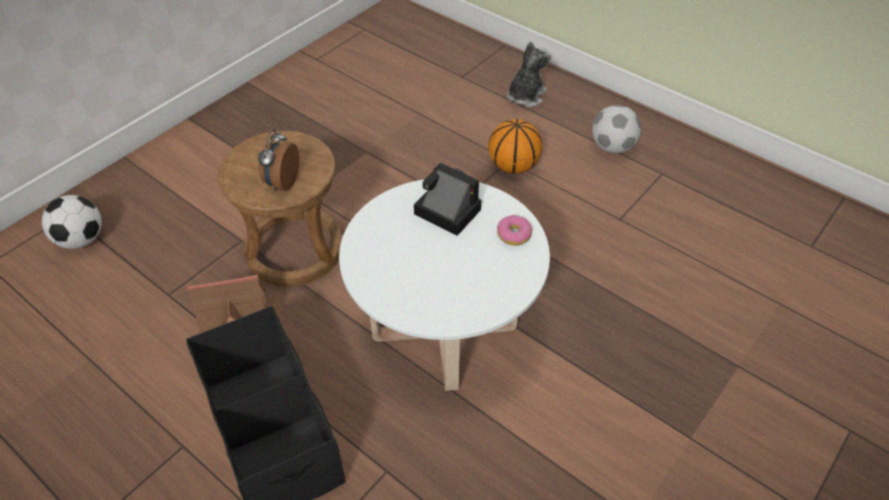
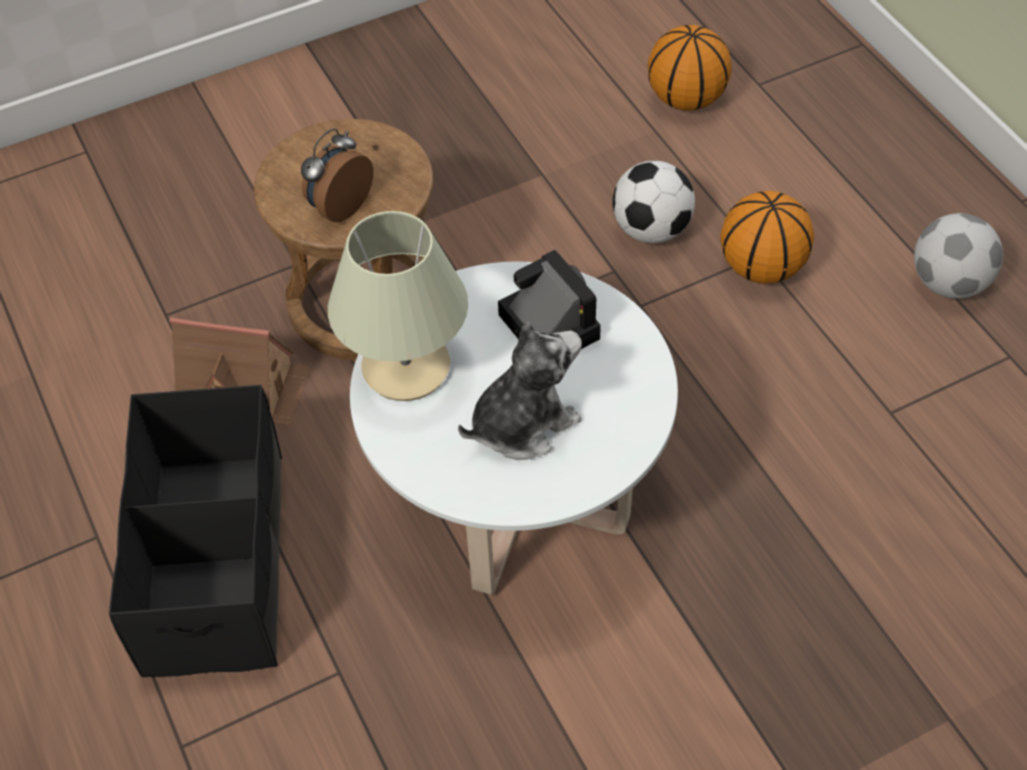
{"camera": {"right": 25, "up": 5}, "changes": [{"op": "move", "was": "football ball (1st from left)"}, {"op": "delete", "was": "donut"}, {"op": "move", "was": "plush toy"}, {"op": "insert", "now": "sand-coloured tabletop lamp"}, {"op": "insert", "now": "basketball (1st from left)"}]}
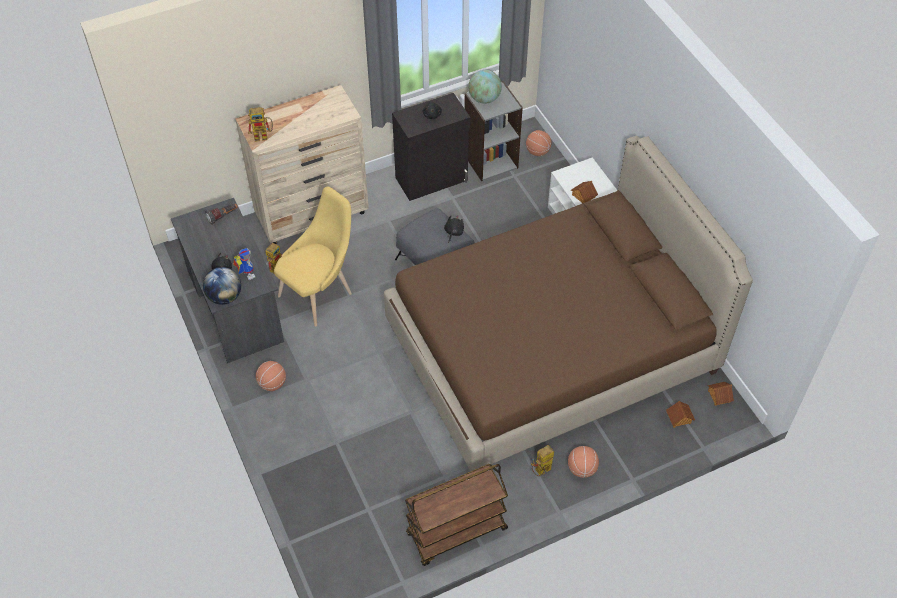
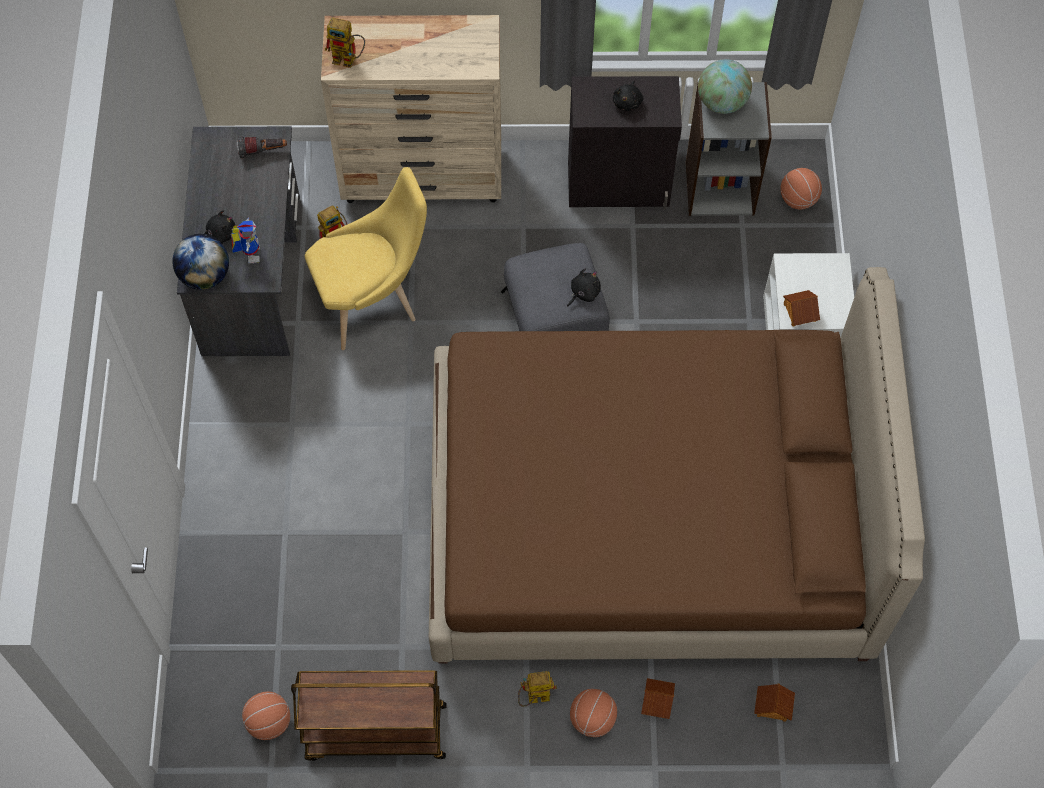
{"camera": {"right": 25, "up": 10}, "changes": [{"op": "move", "was": "basketball (1st from left)"}, {"op": "move", "was": "model house (3rd from left in the first image)", "now": "model house (1st from left)"}]}
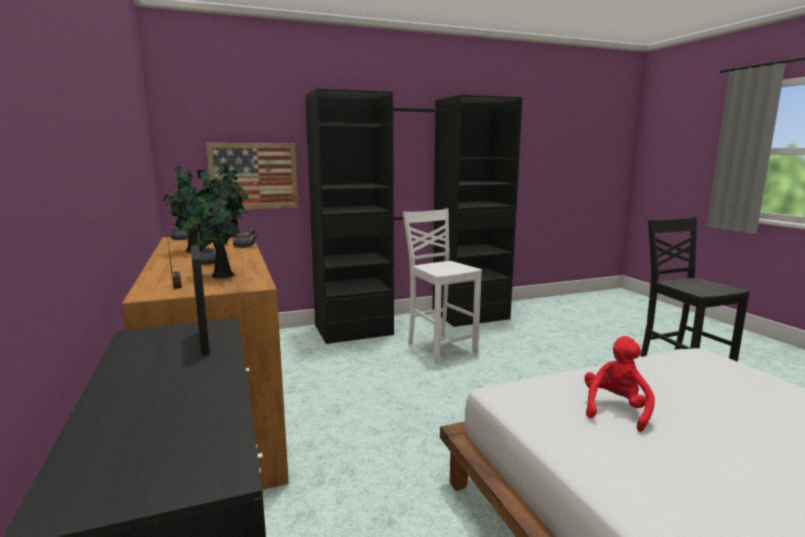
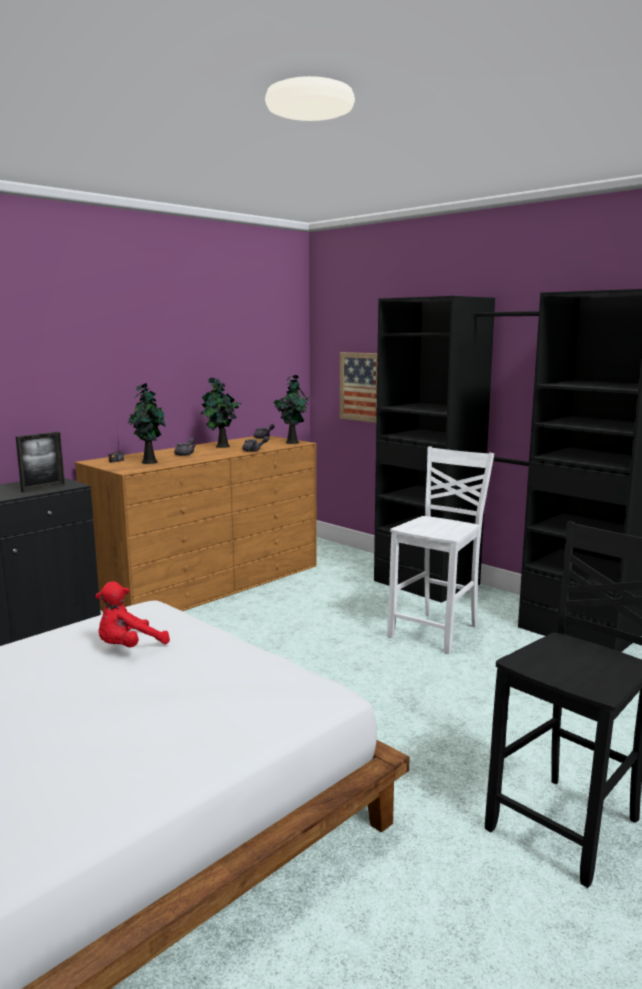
{"camera": {"right": 65, "up": 0}, "changes": [{"op": "rotate", "was": "red-coloured plush toy", "clockwise": 135}]}
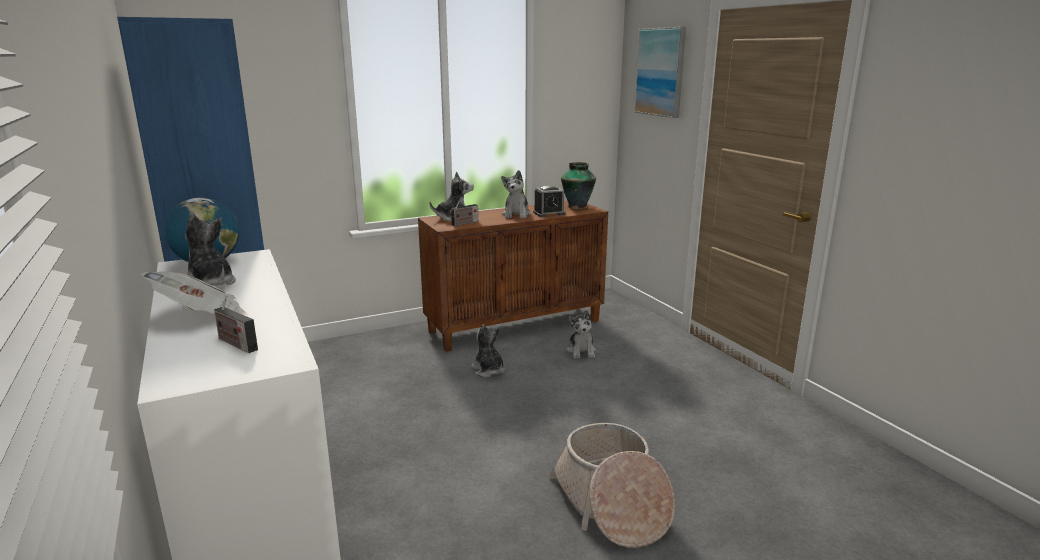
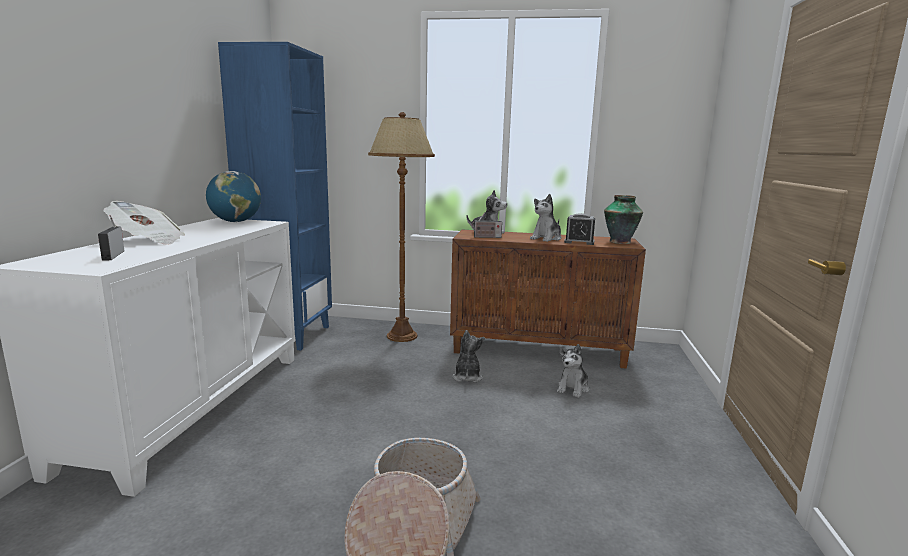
{"camera": {"right": 35, "up": -5}, "changes": [{"op": "delete", "was": "plush toy (1st from left)"}, {"op": "delete", "was": "picture"}, {"op": "insert", "now": "brown-coloured standard lamp"}]}
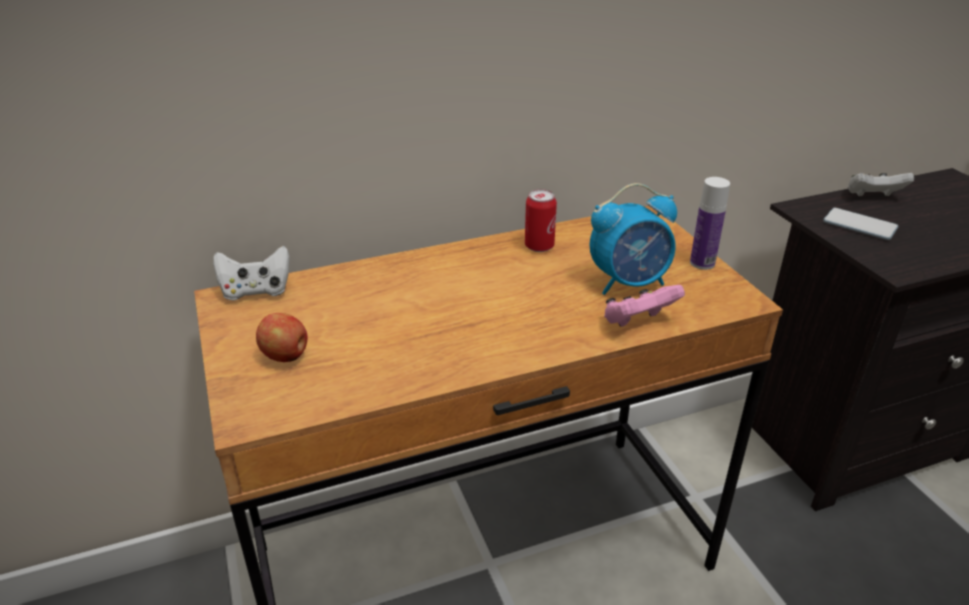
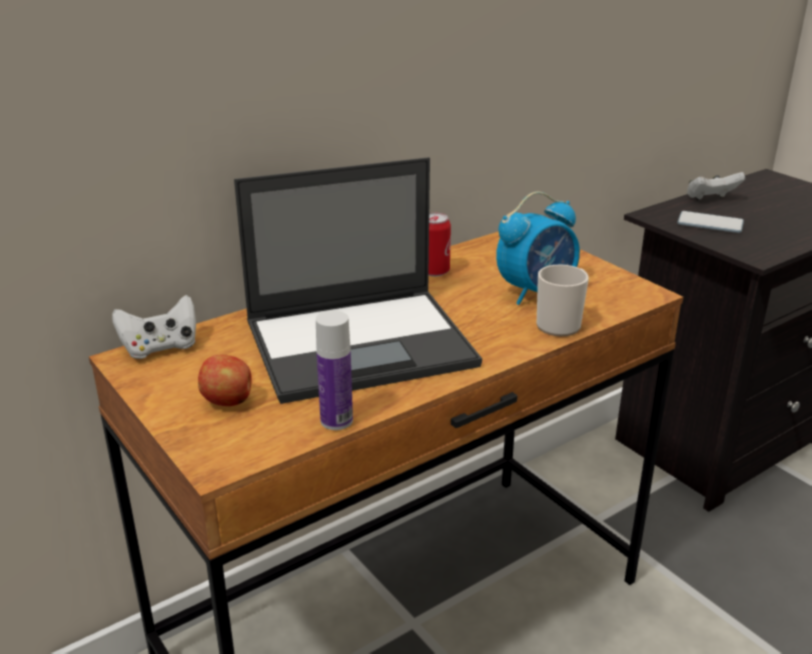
{"camera": {"right": -15, "up": -5}, "changes": [{"op": "replace", "was": "pinkish joypad", "now": "coffee mug"}, {"op": "move", "was": "beverage bottle"}, {"op": "insert", "now": "laptop"}]}
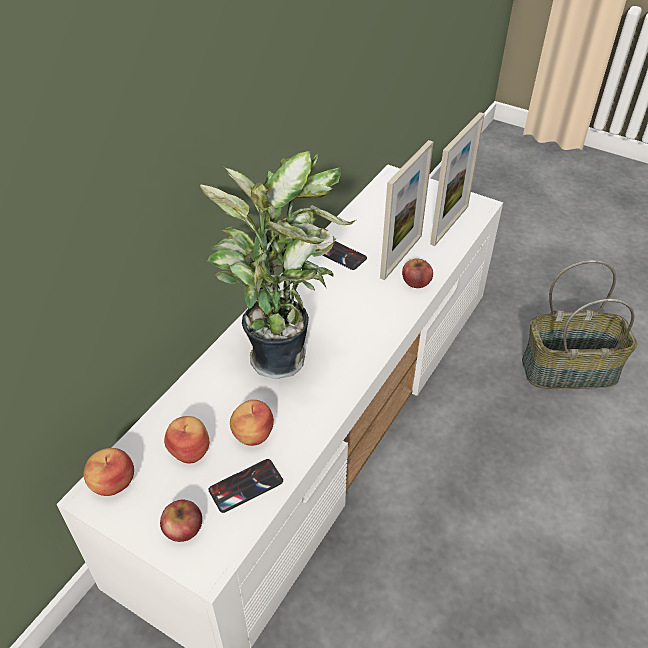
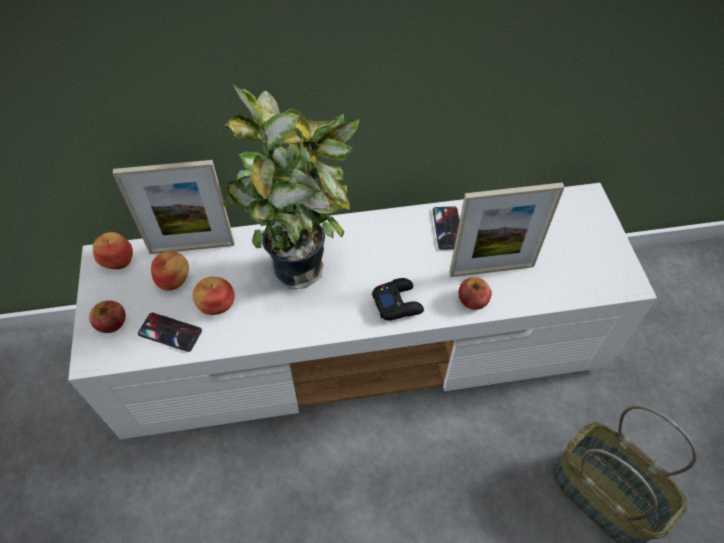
{"camera": {"right": 50, "up": 10}, "changes": [{"op": "move", "was": "photo frame (2nd from left in the first image)", "now": "photo frame (1st from left)"}, {"op": "insert", "now": "black joypad"}]}
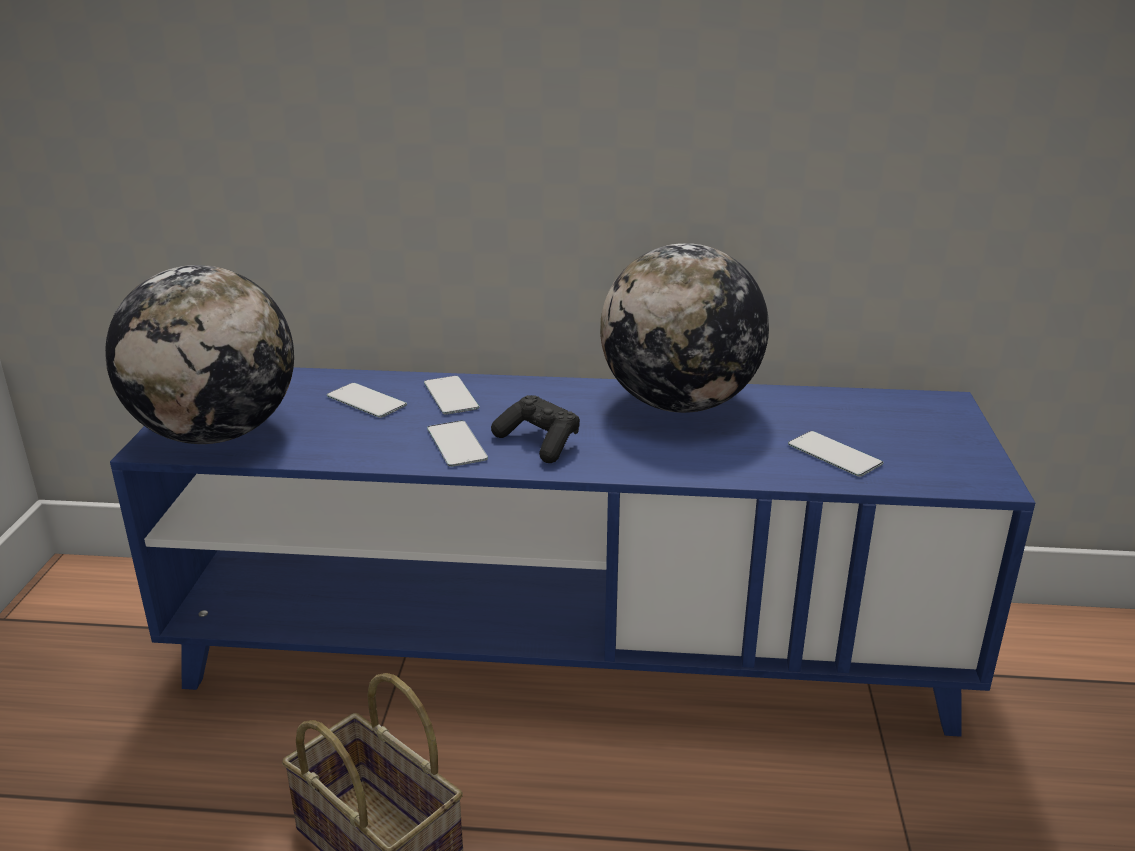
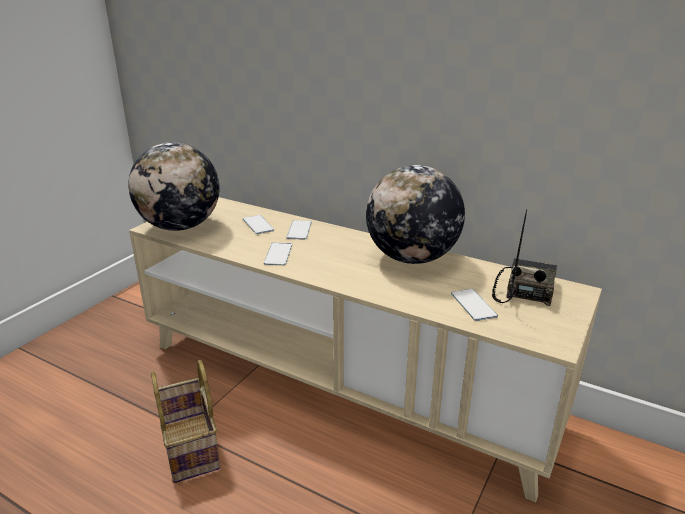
{"camera": {"right": 25, "up": 0}, "changes": [{"op": "recolor", "was": "bluish media console", "now": "sand-coloured media console"}, {"op": "delete", "was": "black joypad"}, {"op": "insert", "now": "radio set"}]}
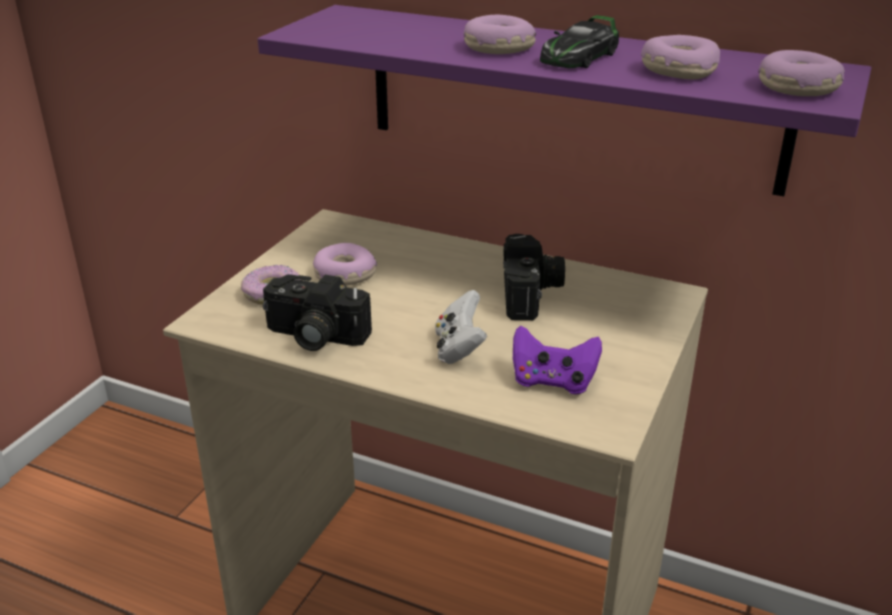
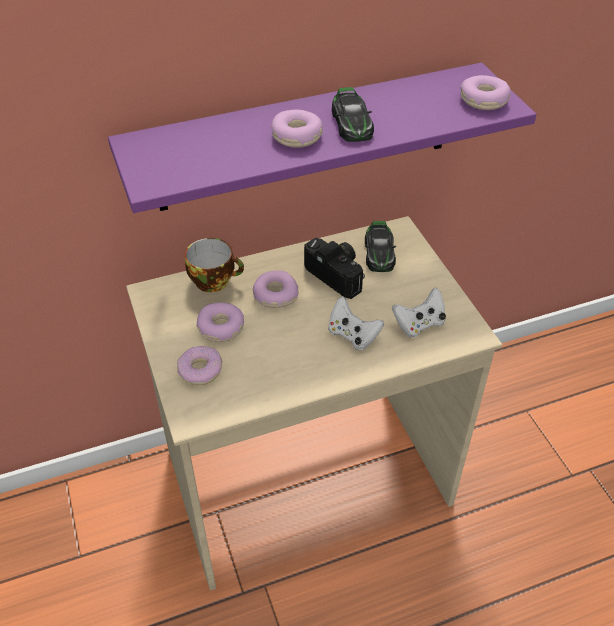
{"camera": {"right": -45, "up": 15}, "changes": [{"op": "delete", "was": "still camera (1st from left)"}, {"op": "recolor", "was": "purple-coloured joypad", "now": "white joypad (2nd from left)"}, {"op": "move", "was": "donut (4th from left in the first image)", "now": "donut (3rd from left)"}, {"op": "insert", "now": "cup"}, {"op": "insert", "now": "miniature car (2nd from left)"}]}
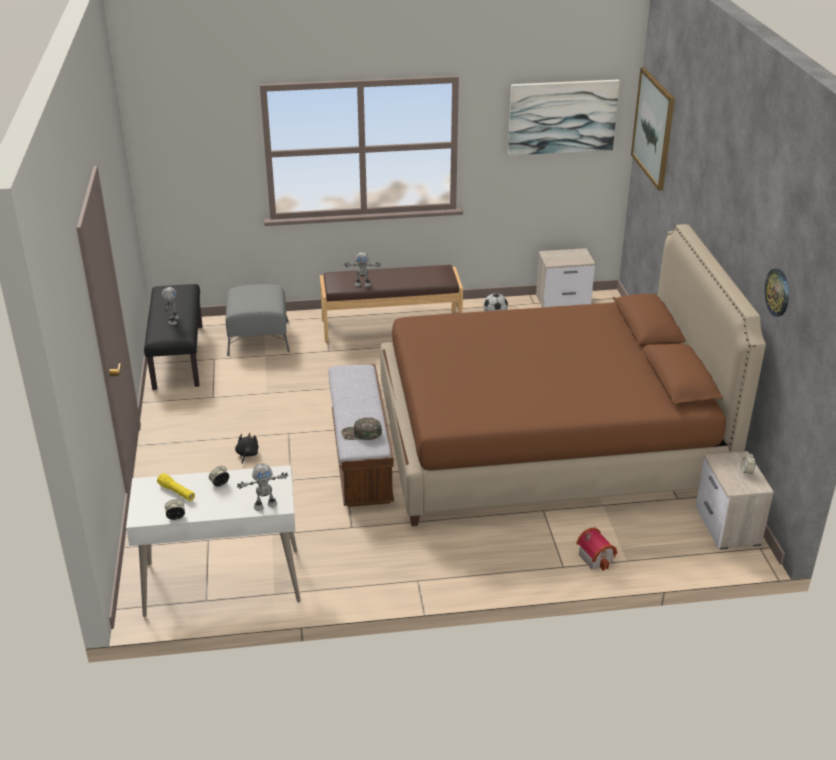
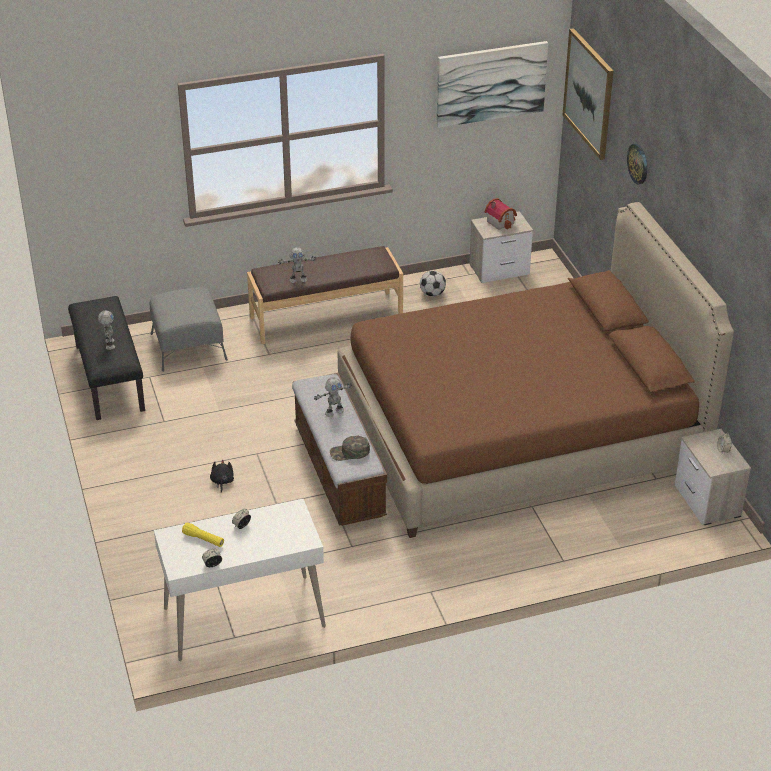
{"camera": {"right": -10, "up": 5}, "changes": [{"op": "move", "was": "model robot (2nd from left in the first image)", "now": "model robot (3rd from left)"}, {"op": "move", "was": "model house"}, {"op": "move", "was": "clock on the wall"}]}
